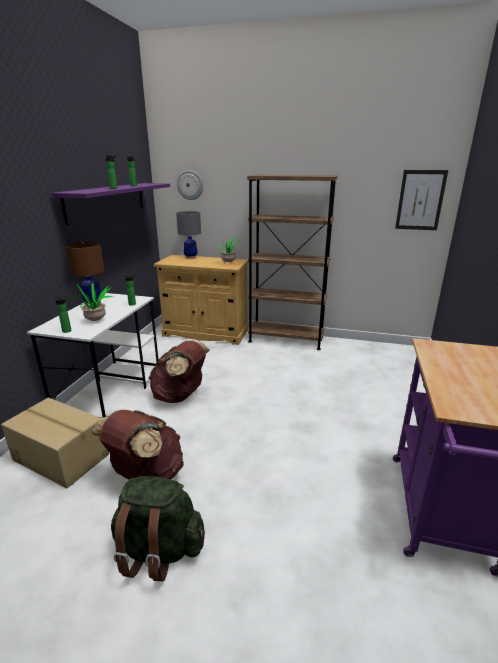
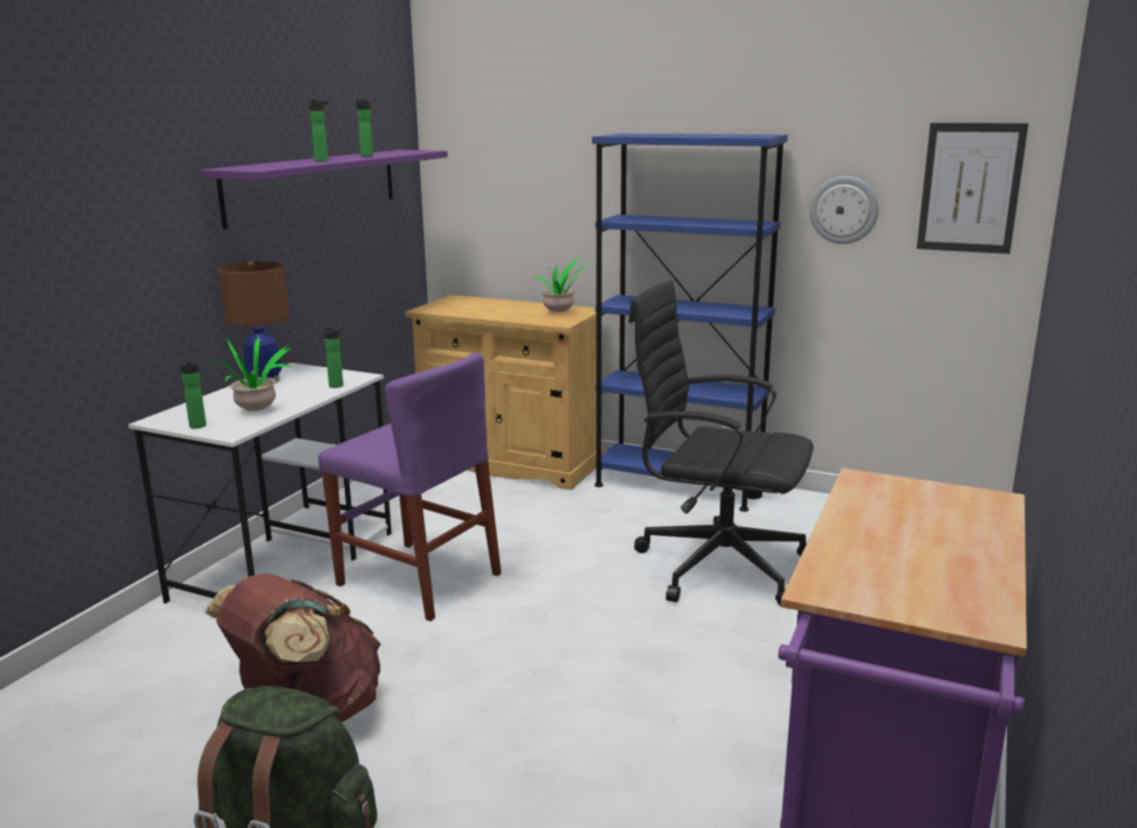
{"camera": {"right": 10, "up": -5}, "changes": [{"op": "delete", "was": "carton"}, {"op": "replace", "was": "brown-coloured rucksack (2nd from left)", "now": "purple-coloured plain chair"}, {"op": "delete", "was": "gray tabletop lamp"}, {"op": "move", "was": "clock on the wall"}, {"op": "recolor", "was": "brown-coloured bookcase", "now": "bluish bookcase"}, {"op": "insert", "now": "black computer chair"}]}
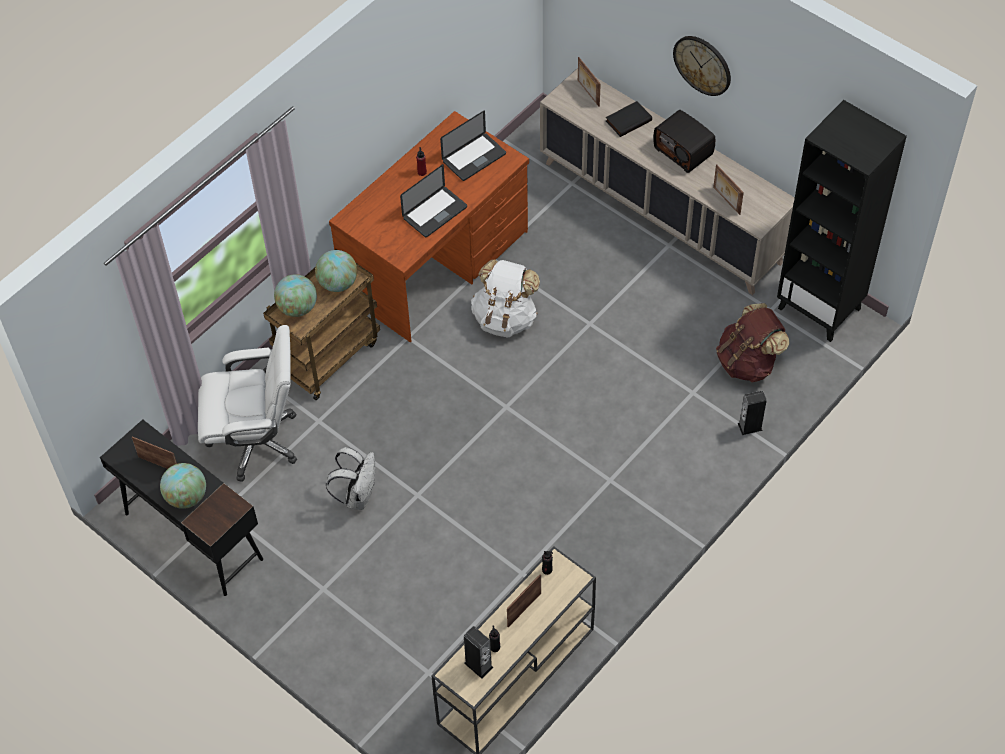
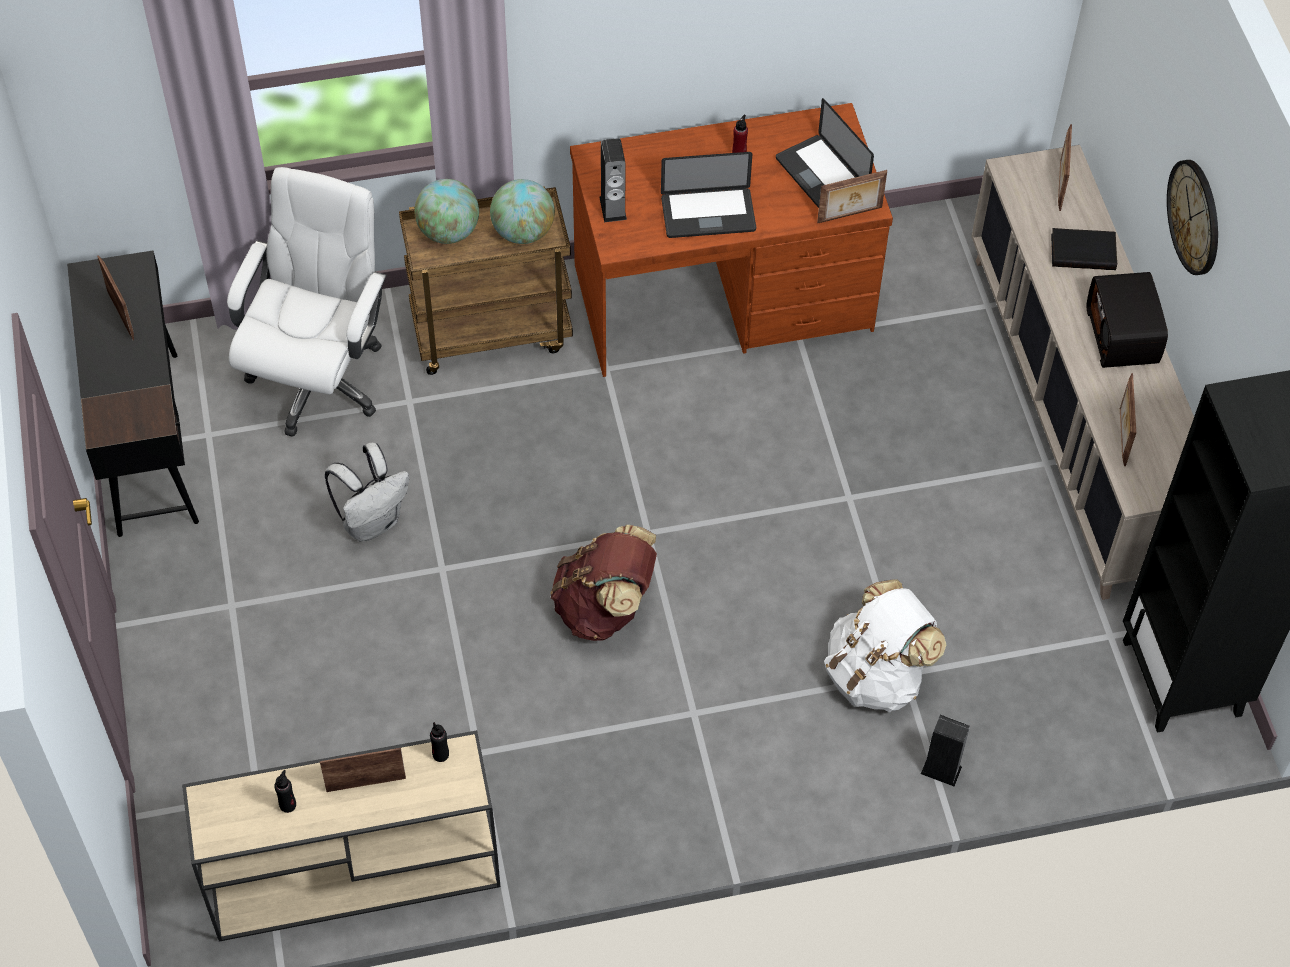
{"camera": {"right": 35, "up": 0}, "changes": [{"op": "delete", "was": "world globe (1st from left)"}, {"op": "rotate", "was": "white computer chair", "clockwise": -105}, {"op": "rotate", "was": "laptop (2nd from left)", "clockwise": 60}, {"op": "move", "was": "audio speaker (1st from left)"}, {"op": "move", "was": "white rucksack (2nd from left)"}, {"op": "move", "was": "brown-coloured rucksack"}, {"op": "insert", "now": "photo frame (3rd from left)"}]}
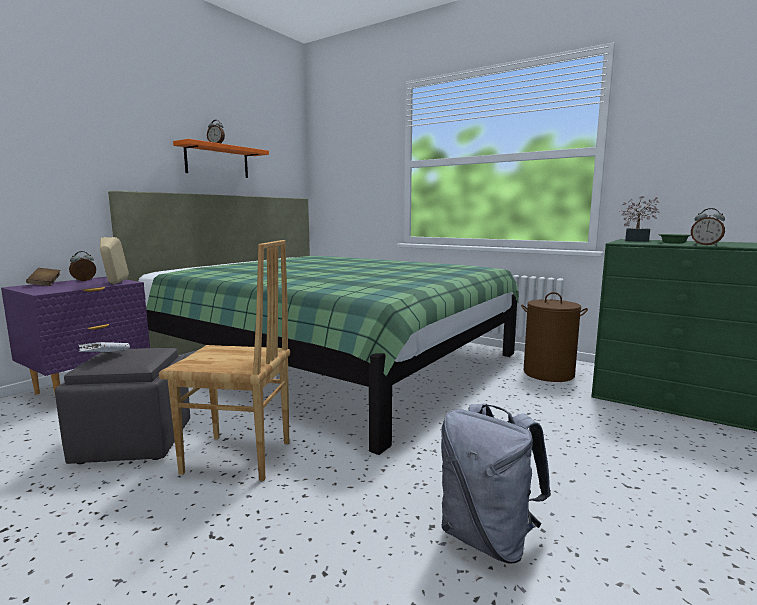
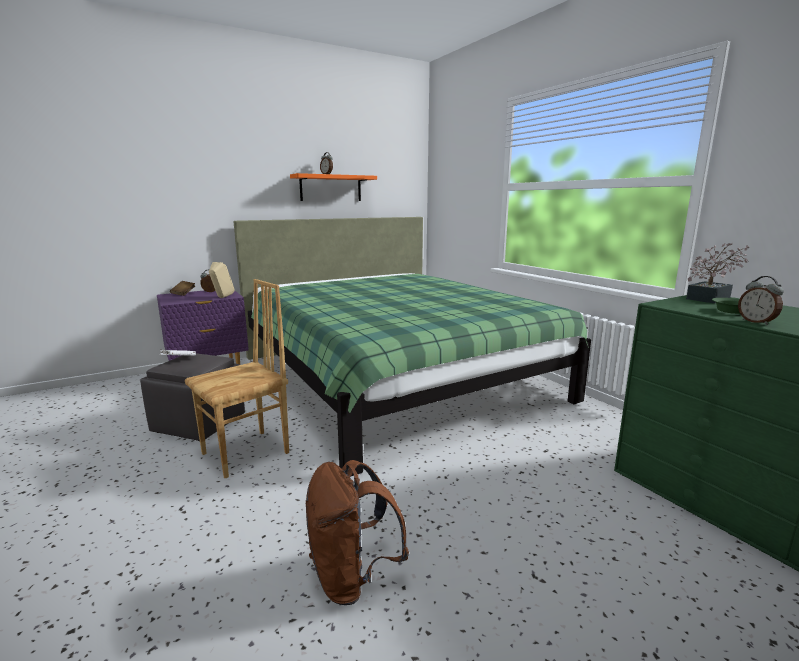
{"camera": {"right": 25, "up": 5}, "changes": [{"op": "rotate", "was": "brown-coloured plain chair", "clockwise": -75}, {"op": "recolor", "was": "gray rucksack", "now": "brown-coloured rucksack"}, {"op": "delete", "was": "brown-coloured hamper"}]}
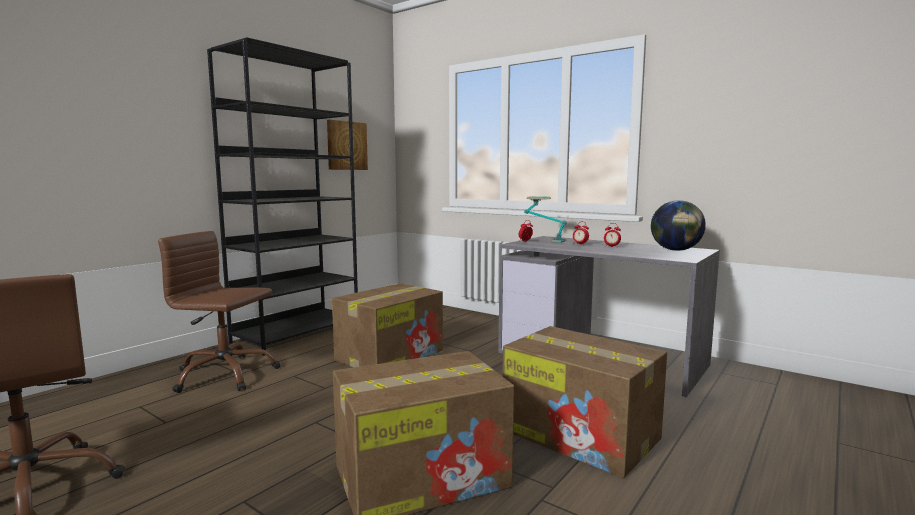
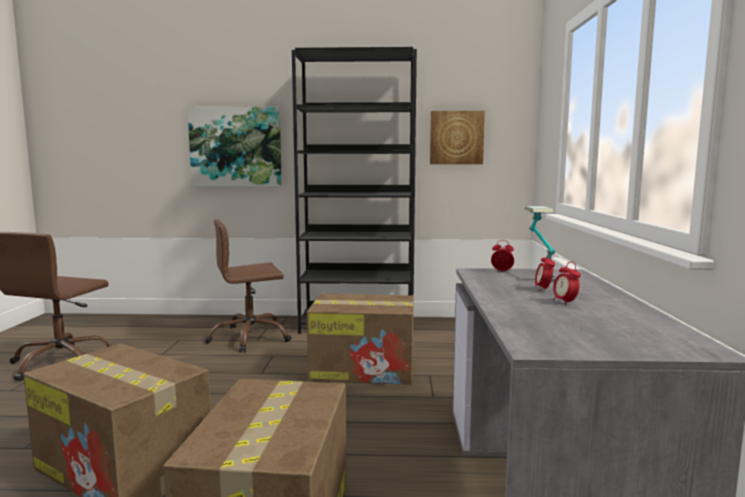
{"camera": {"right": 55, "up": 0}, "changes": [{"op": "rotate", "was": "brown-coloured computer chair (2nd from left)", "clockwise": -90}, {"op": "delete", "was": "world globe"}, {"op": "insert", "now": "picture (1st from left)"}]}
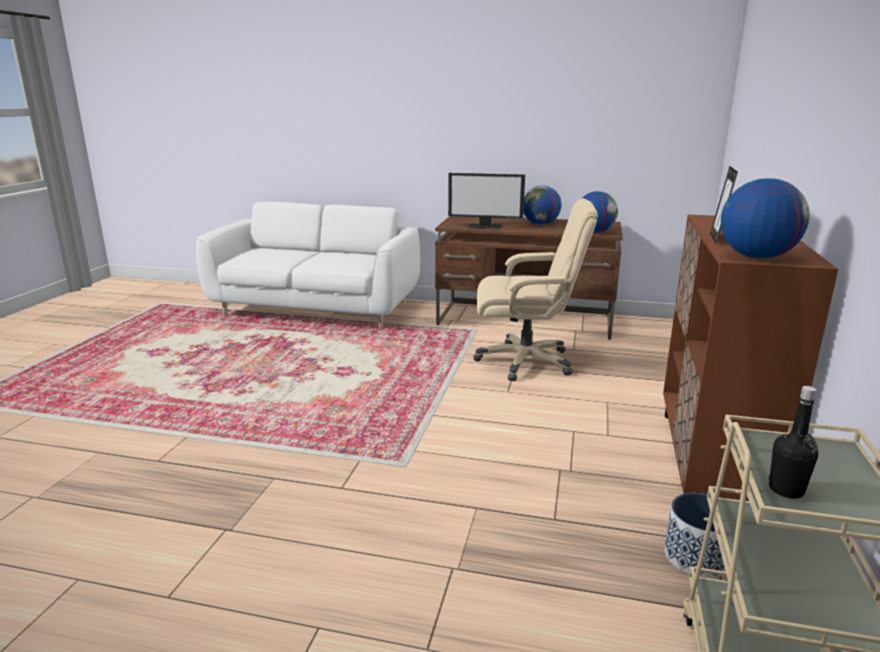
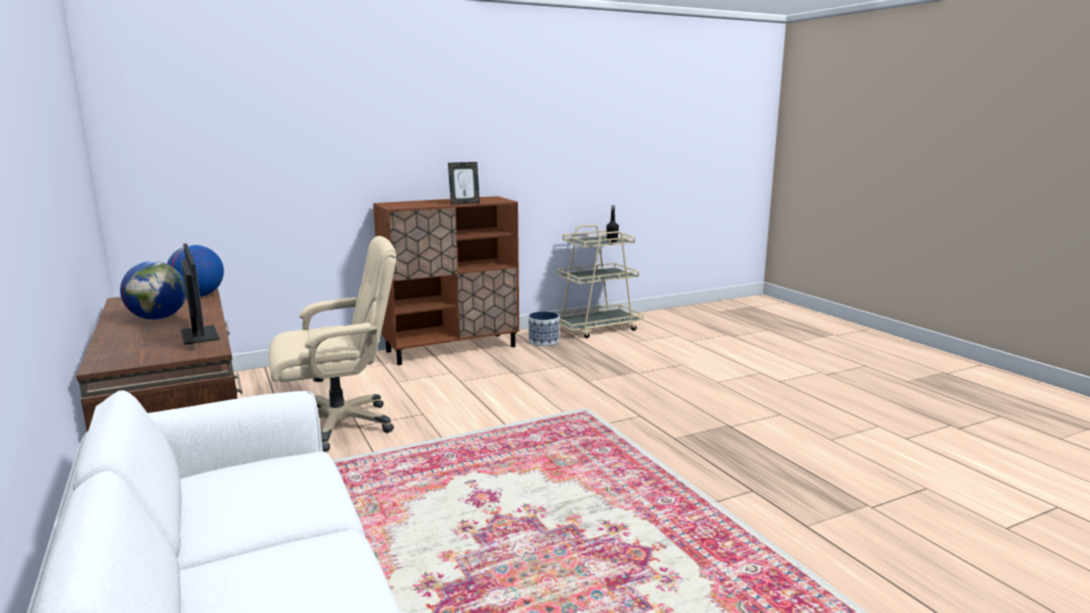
{"camera": {"right": -130, "up": -5}, "changes": [{"op": "rotate", "was": "sand-coloured computer chair", "clockwise": 105}, {"op": "delete", "was": "world globe (3rd from left)"}]}
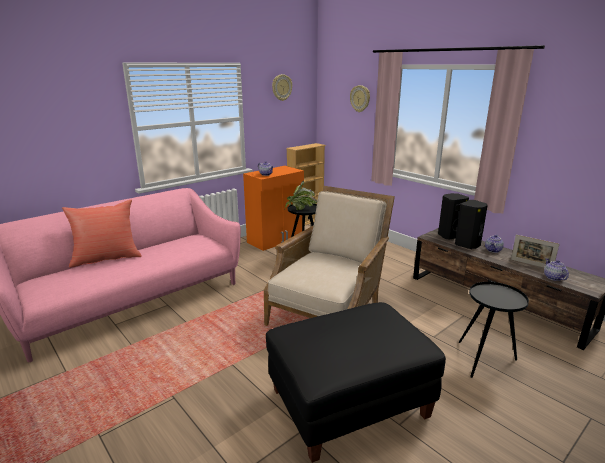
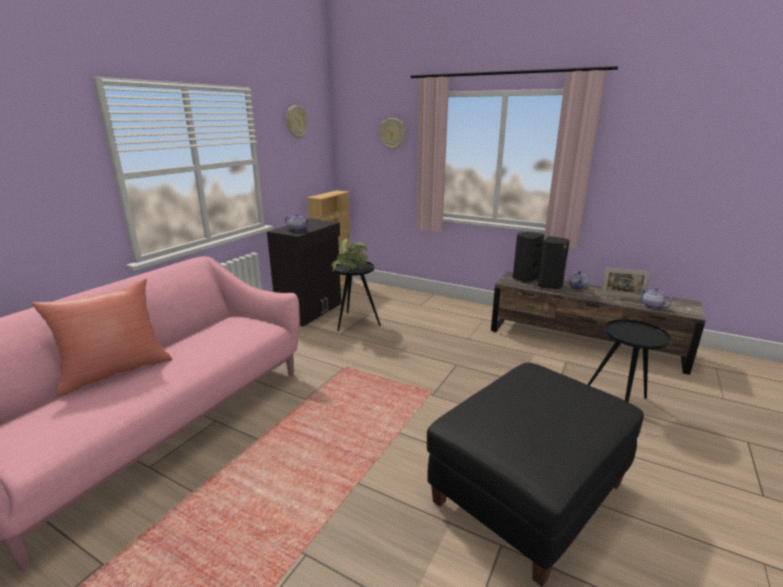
{"camera": {"right": -20, "up": 0}, "changes": [{"op": "recolor", "was": "orange-coloured cabinet", "now": "black cabinet"}, {"op": "delete", "was": "sand-coloured easy chair"}]}
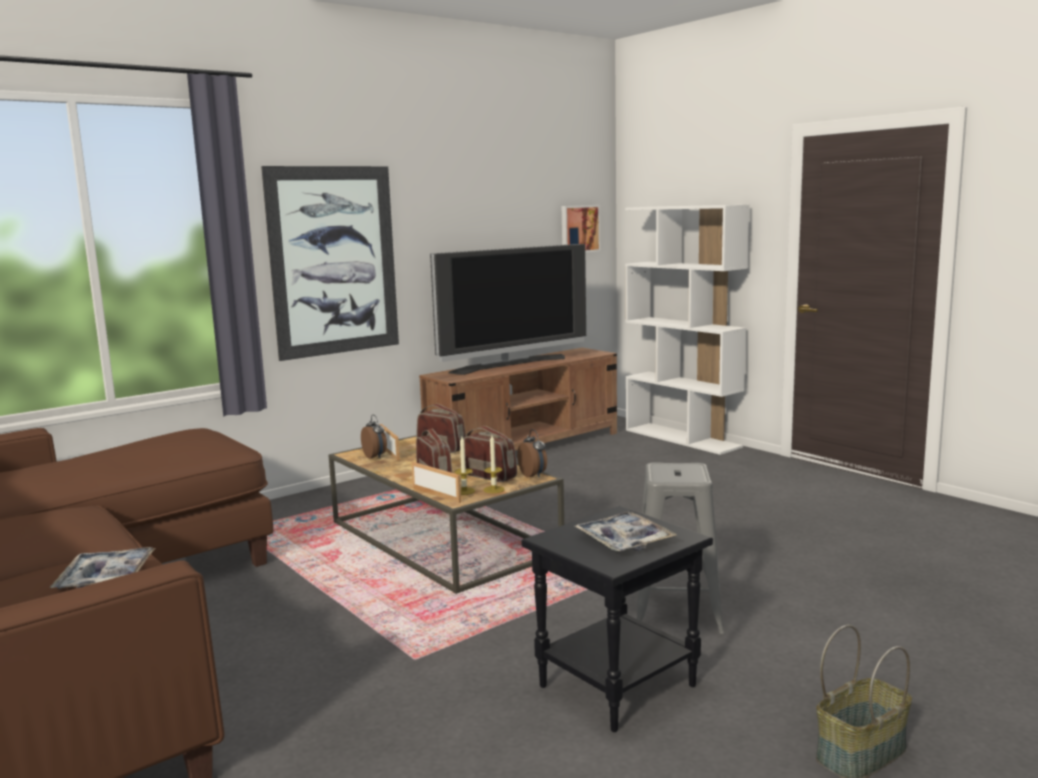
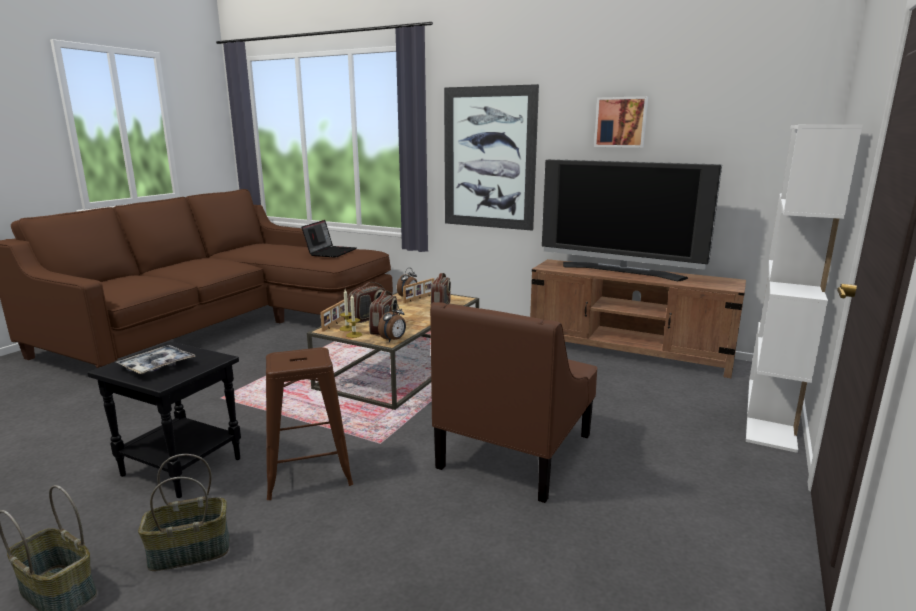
{"camera": {"right": 65, "up": 5}, "changes": [{"op": "delete", "was": "tray (1st from left)"}, {"op": "move", "was": "picture (2nd from left)"}, {"op": "recolor", "was": "gray sitting stool", "now": "brown-coloured sitting stool"}, {"op": "insert", "now": "basket (2nd from left)"}, {"op": "insert", "now": "laptop"}, {"op": "insert", "now": "brown-coloured easy chair"}]}
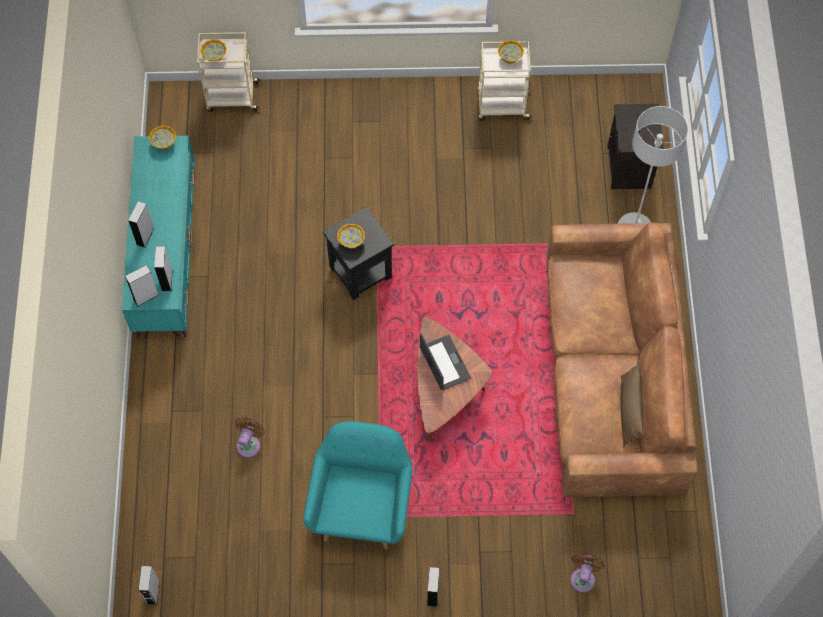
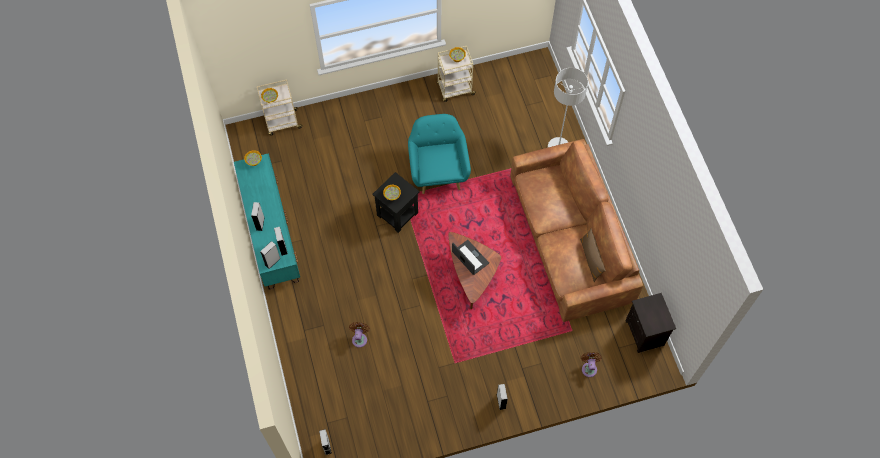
{"camera": {"right": -15, "up": 0}, "changes": [{"op": "move", "was": "turquoise easy chair"}, {"op": "move", "was": "black night table"}]}
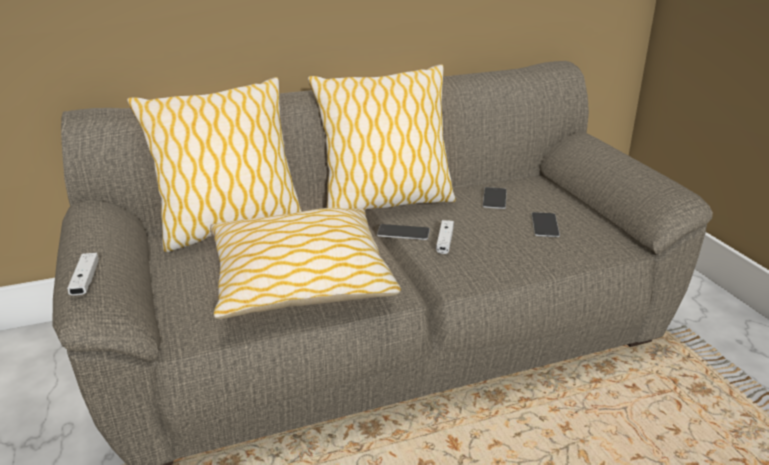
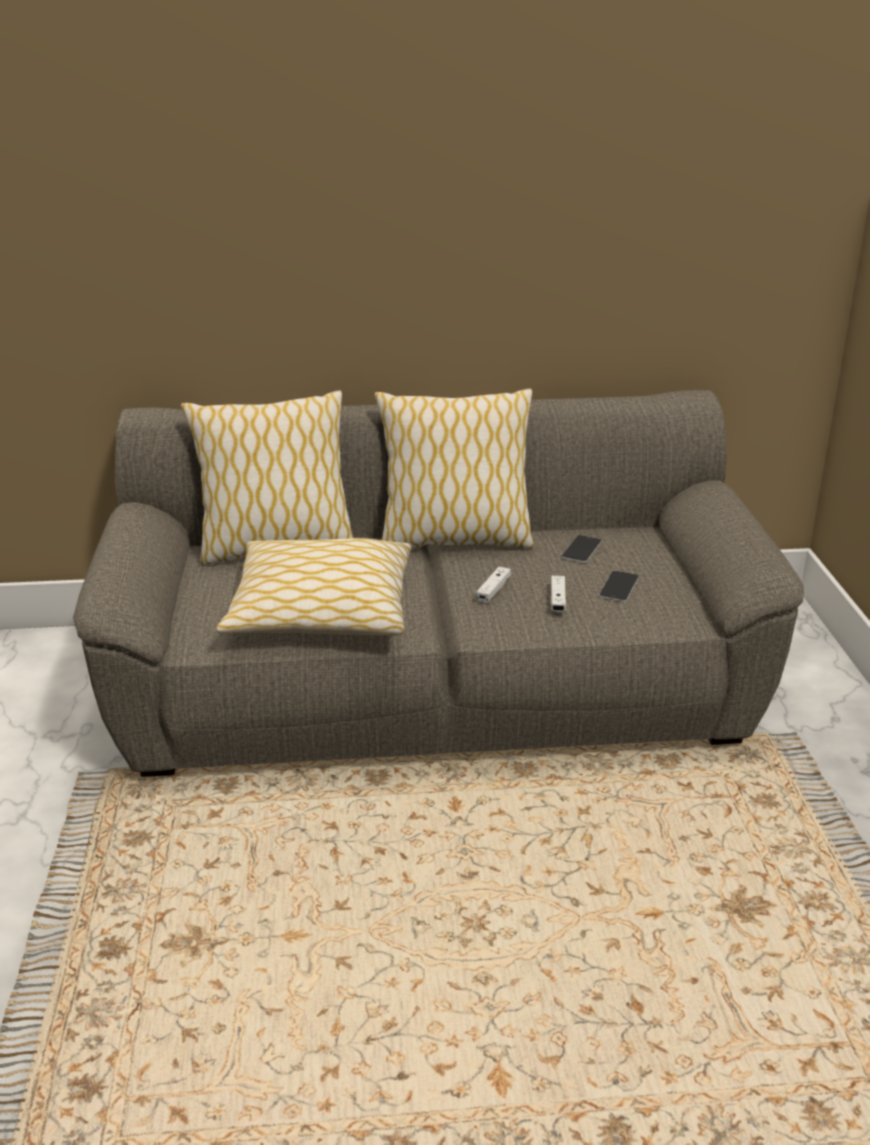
{"camera": {"right": 15, "up": 0}, "changes": [{"op": "move", "was": "white joypad (1st from left in the first image)", "now": "white joypad (2nd from left)"}, {"op": "delete", "was": "handset (1st from left)"}]}
